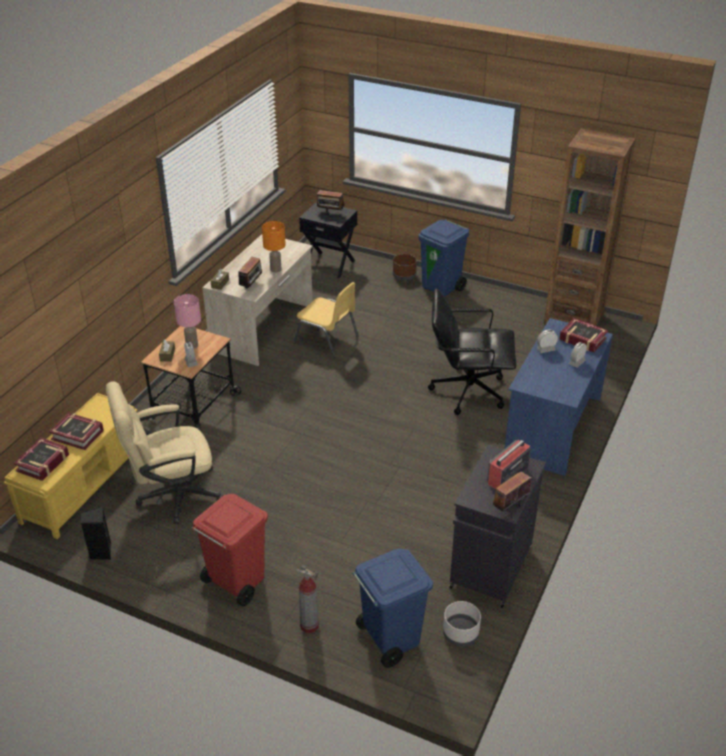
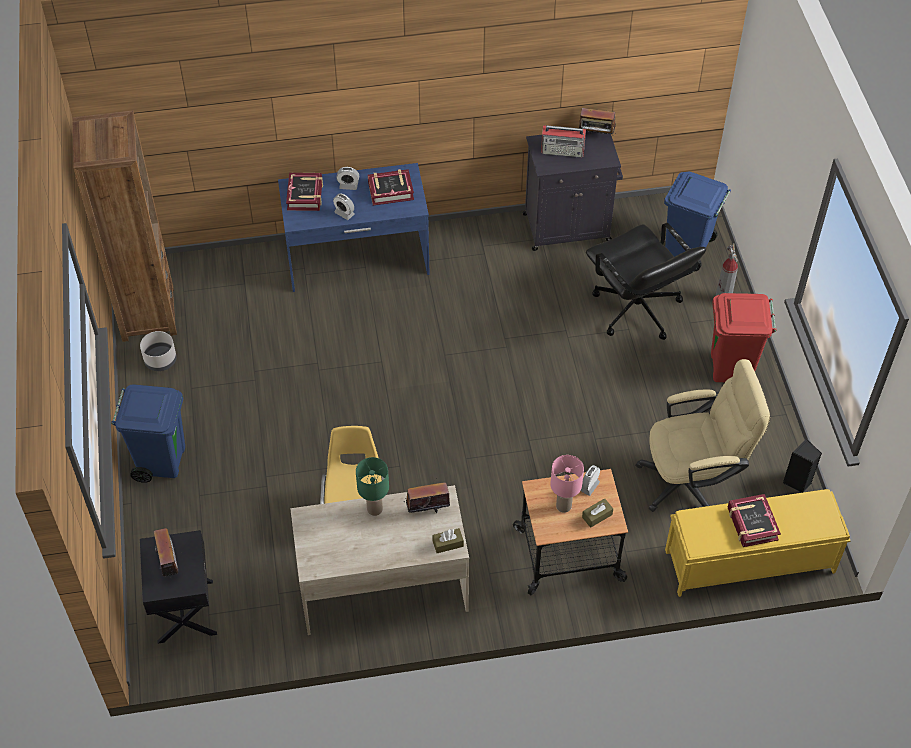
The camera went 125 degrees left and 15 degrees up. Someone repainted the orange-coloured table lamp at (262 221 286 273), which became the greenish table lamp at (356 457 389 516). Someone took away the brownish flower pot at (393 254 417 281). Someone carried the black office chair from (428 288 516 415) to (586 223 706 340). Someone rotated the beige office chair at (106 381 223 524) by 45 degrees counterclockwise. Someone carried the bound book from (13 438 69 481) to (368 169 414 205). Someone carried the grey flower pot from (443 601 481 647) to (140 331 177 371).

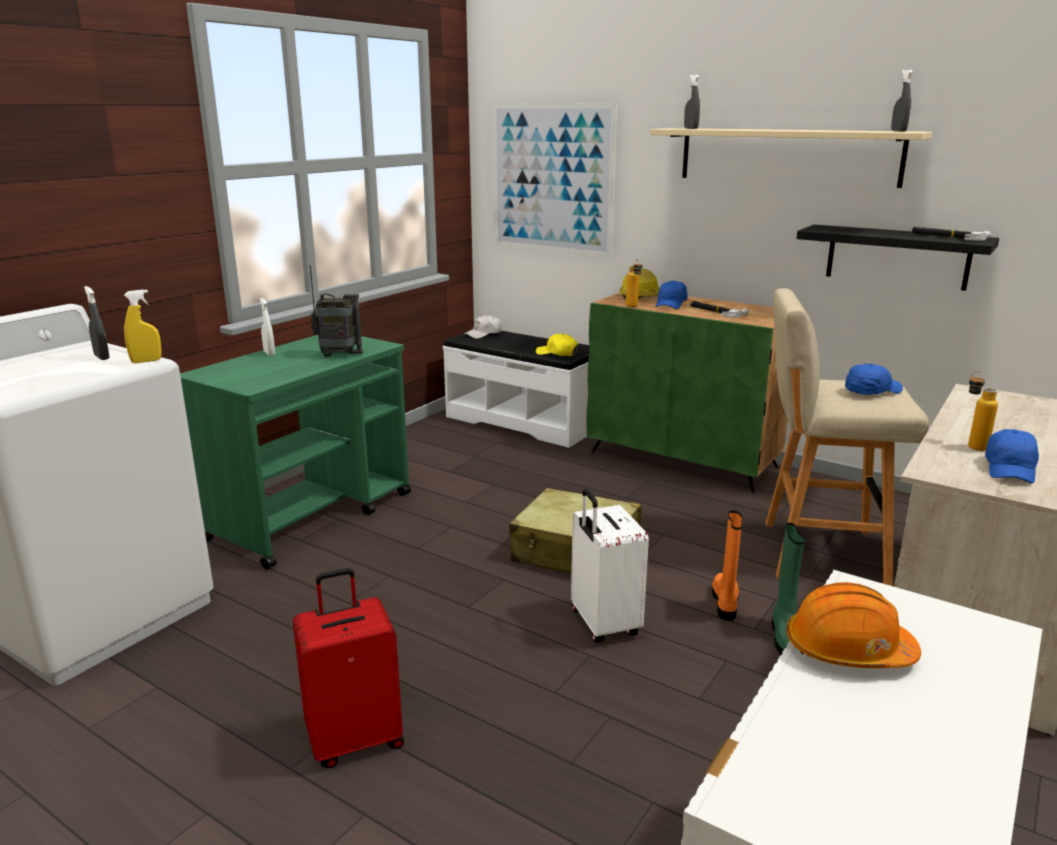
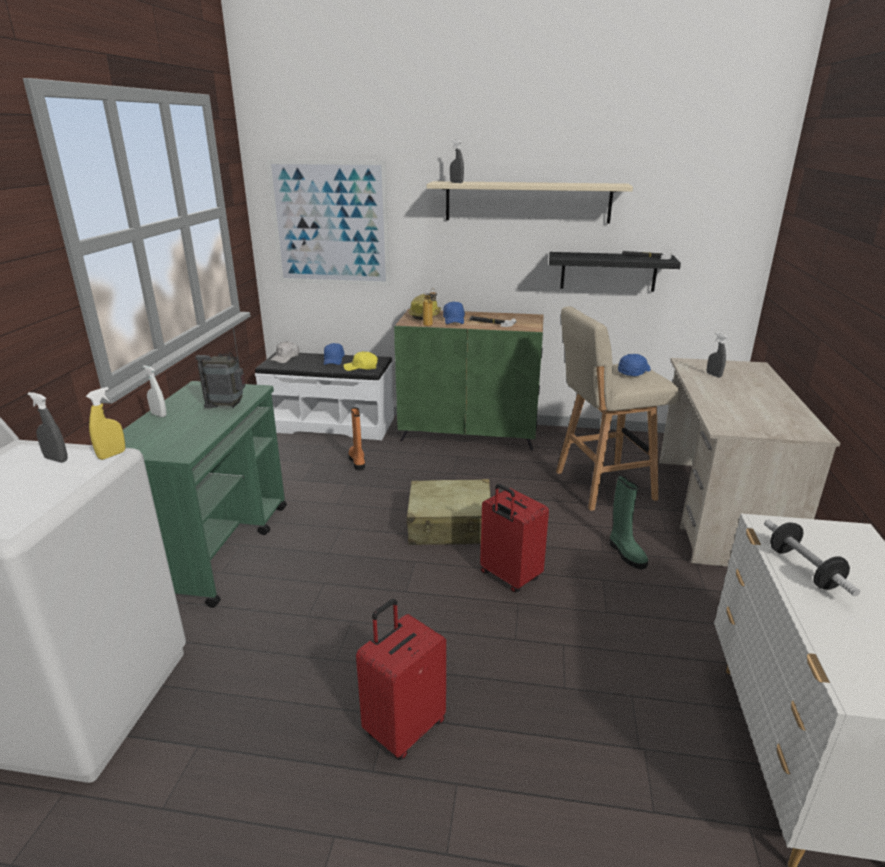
The camera went 25 degrees left and 5 degrees up. Someone carried the grey sprayer from (891 69 913 132) to (707 332 728 378). Someone rotated the radio at (310 265 363 357) by 150 degrees counterclockwise. Someone took away the bottle at (968 371 998 451). Someone carried the blue baseball cap from (985 429 1039 484) to (324 343 345 365). Someone repainted the whitish suitcase at (571 489 649 643), which became the red-coloured suitcase at (480 484 549 592). Someone carried the orange-coloured tall boot from (712 511 743 621) to (348 407 365 470). Someone swapped the orange-coloured safety helmet at (786 582 921 668) for the hand weight at (764 520 860 596).

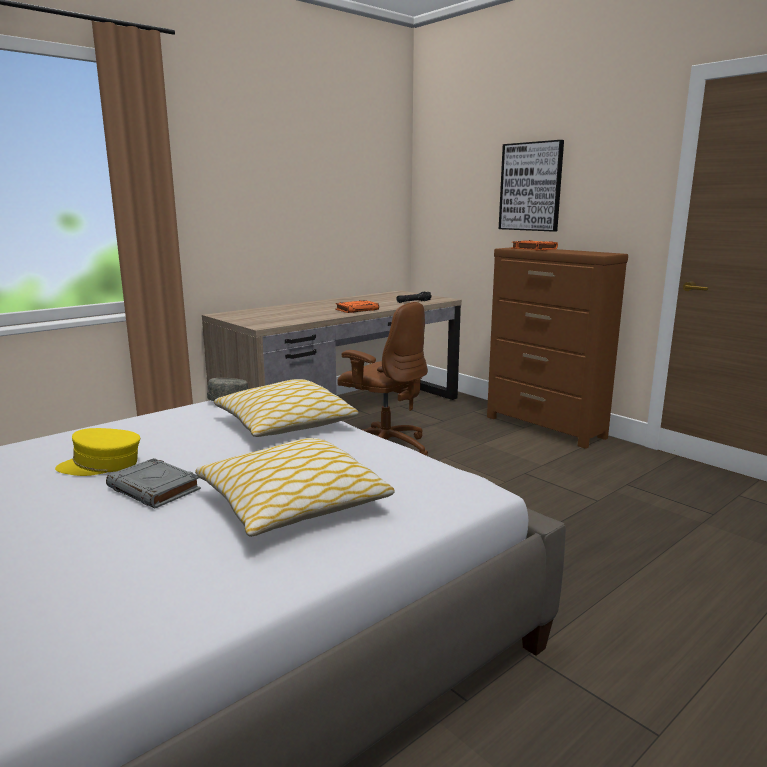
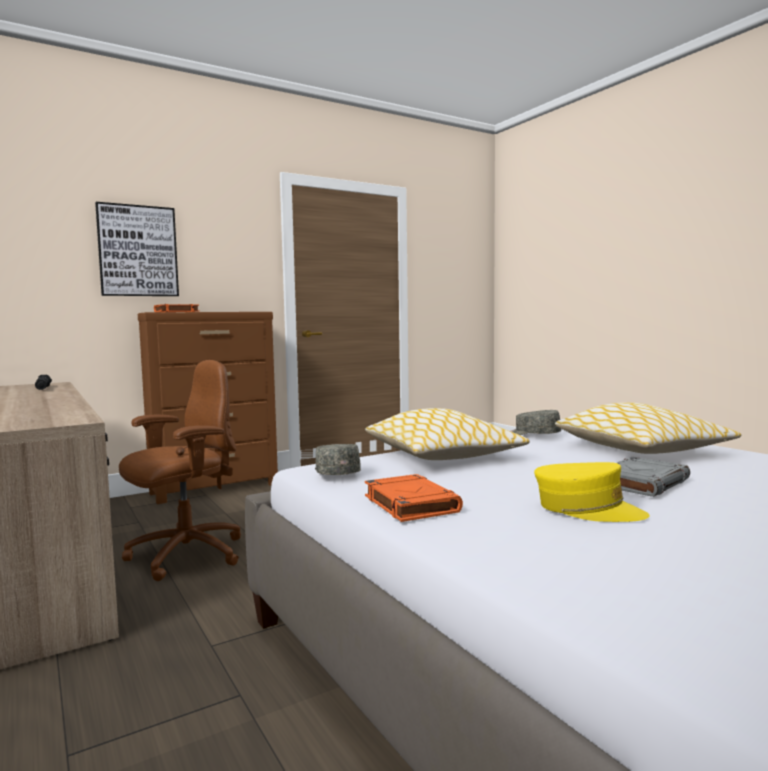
The camera went 80 degrees left and 10 degrees down. Someone carried the orange-coloured bound book from (335 300 379 313) to (365 474 463 522). Someone rotated the yellow baseball cap at (55 428 140 476) by 60 degrees counterclockwise. Someone put down the grey baseball cap at (511 410 561 435).

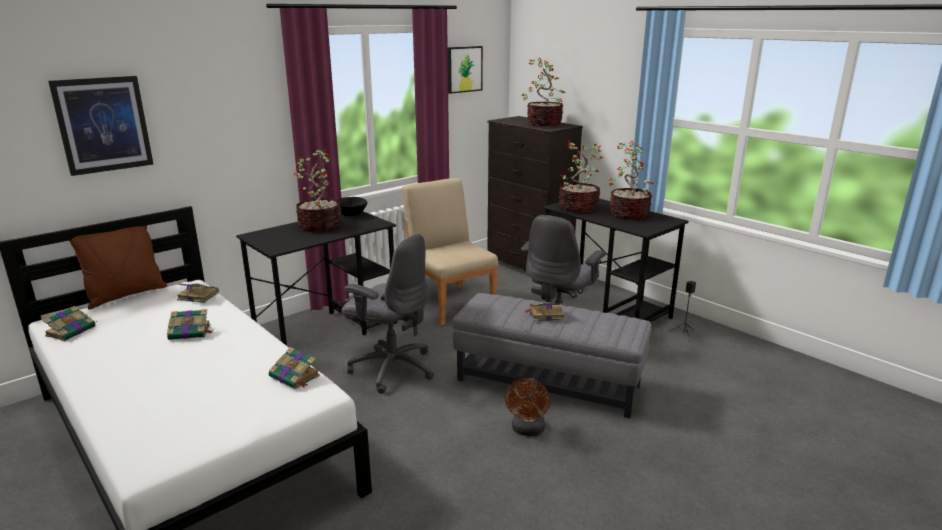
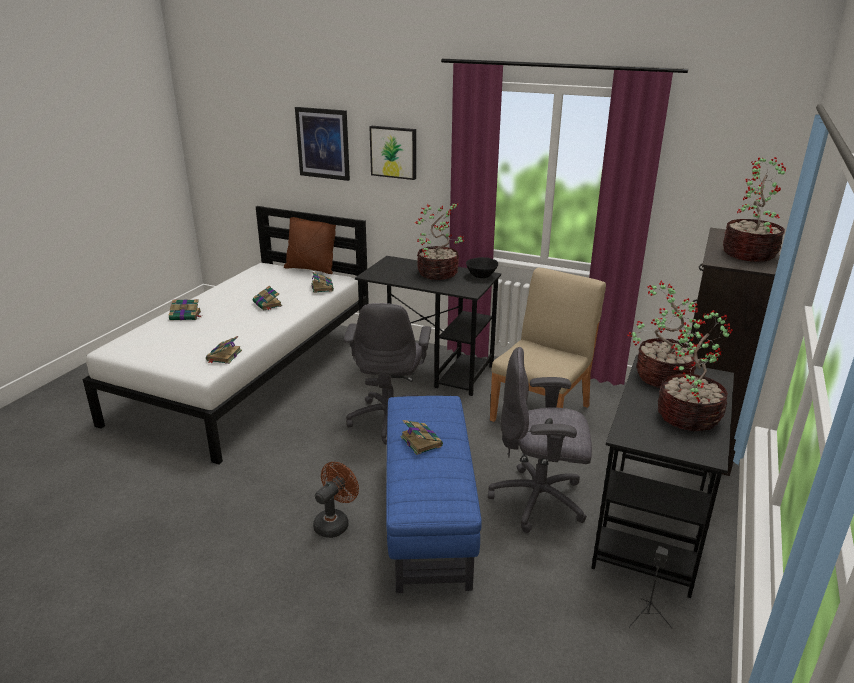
The camera went 65 degrees right and 5 degrees up. Someone carried the wall art from (448 46 483 94) to (369 126 416 180). Someone repainted the grey footrest at (452 293 652 418), which became the blue footrest at (386 396 482 593). Someone carried the bound book from (42 306 98 341) to (169 299 201 320). Someone rotated the brownish cooling fan at (505 378 550 436) by 135 degrees clockwise.

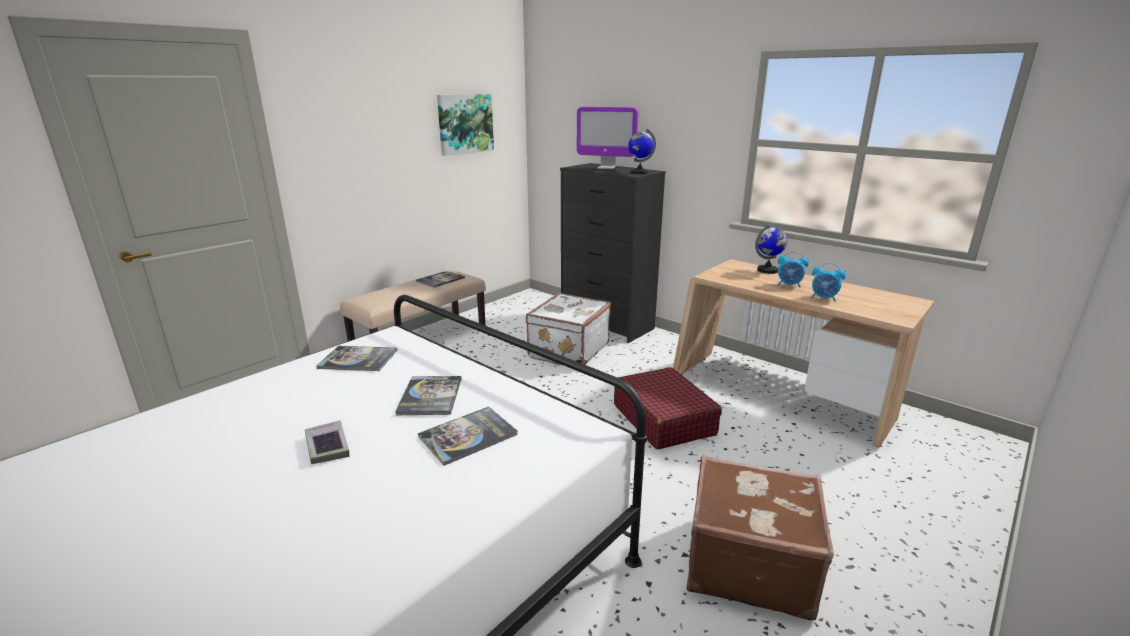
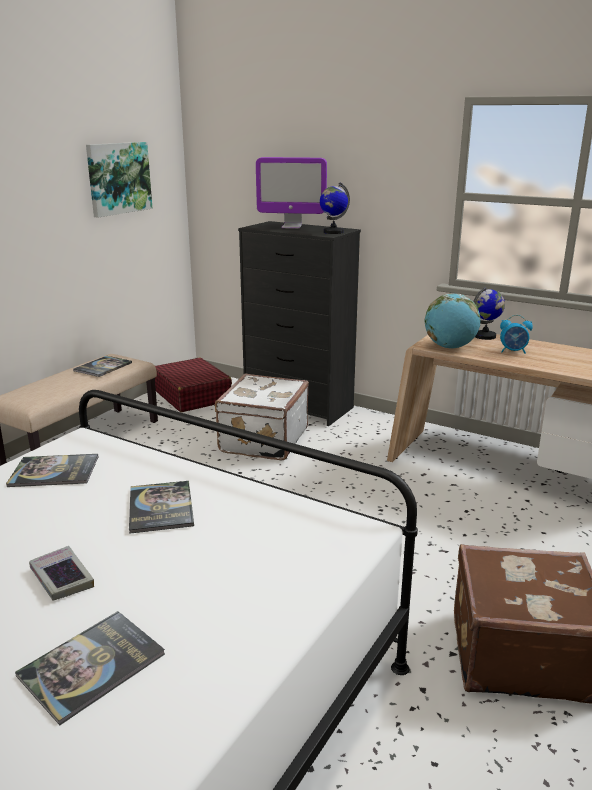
The camera went 10 degrees left and 0 degrees up. Someone took away the bedside clock at (811 263 846 302). Someone carried the red-coloured suitcase from (614 367 722 450) to (155 358 232 412). Someone carried the bound book from (418 407 518 466) to (15 611 165 725). Someone put down the desk globe at (425 294 481 348).

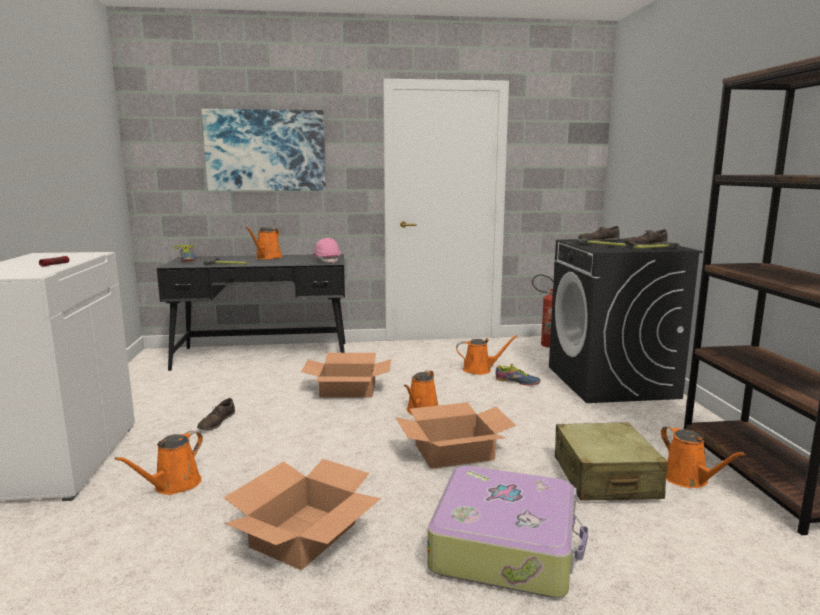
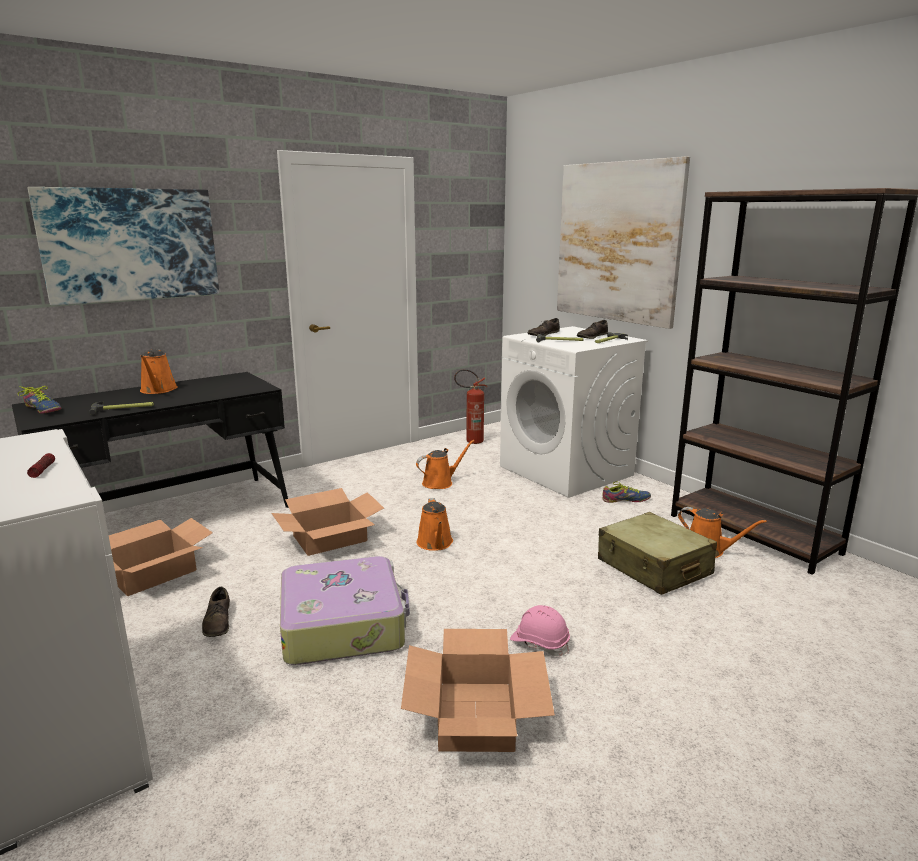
The camera went 30 degrees left and 5 degrees up. Someone carried the pinkish safety helmet from (313 238 341 263) to (510 605 570 656). Someone repainted the black laundry appliance at (549 239 703 403), which became the whitish laundry appliance at (500 326 648 498). Someone carried the item of footwear from (496 364 541 385) to (602 482 651 503). Someone carried the packing box from (395 402 516 469) to (109 518 213 596). Someone took away the orange-coloured watering pot at (114 431 203 495). Someone carried the suitcase from (427 466 588 598) to (280 556 410 665). Someone put up the wall art at (557 156 690 329).

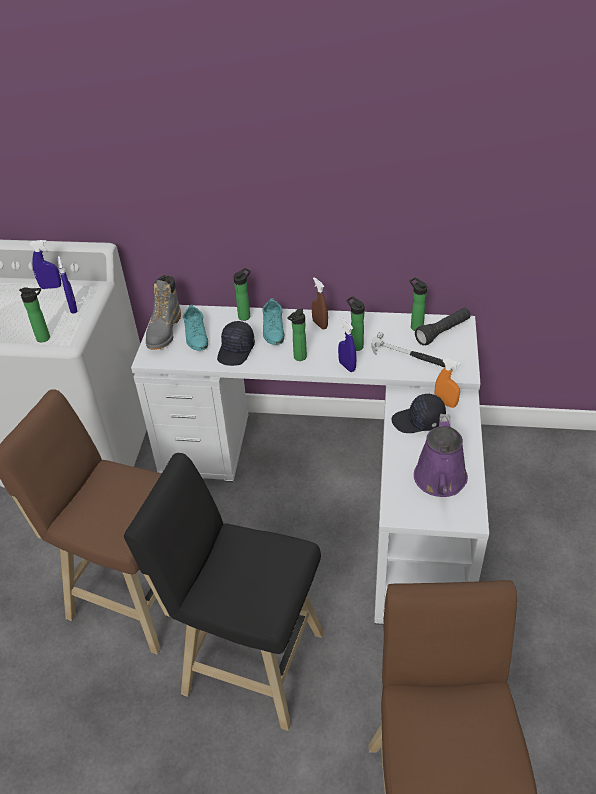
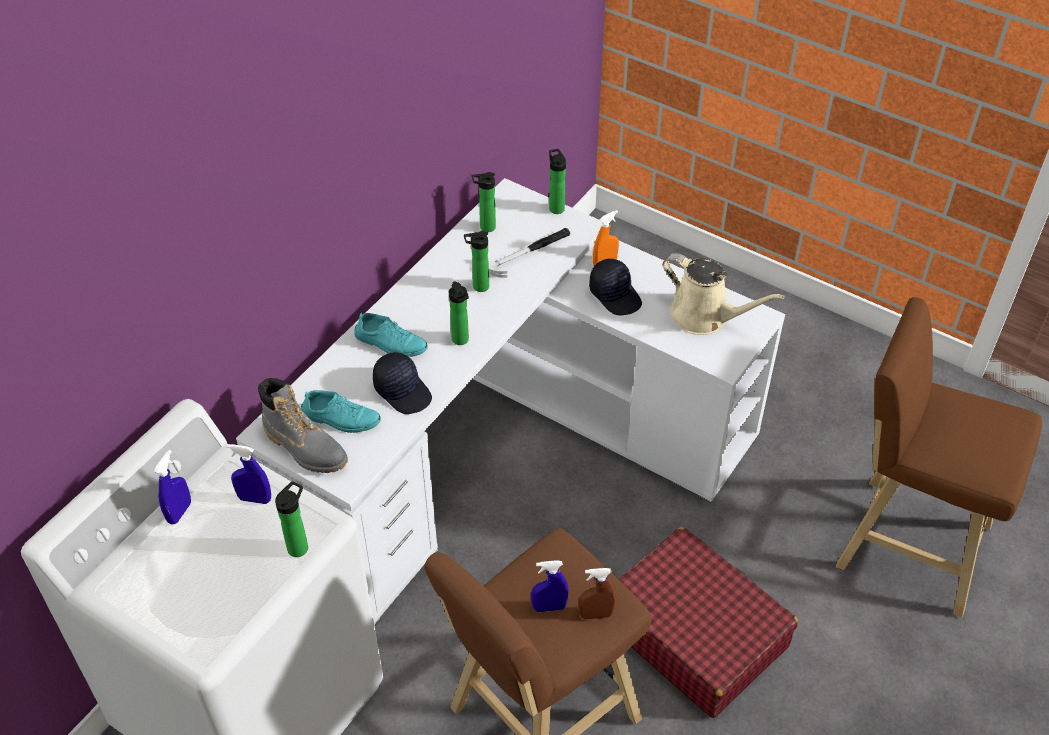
The camera went 65 degrees left and 5 degrees up. Someone carried the bottle from (234 268 251 321) to (549 149 566 214). Someone carried the brownish sprayer from (312 277 328 329) to (578 568 616 619). Someone took away the black torch at (415 308 471 345). Someone carried the blue sprayer from (338 318 356 372) to (531 560 569 612). Someone rotated the black baseball cap at (392 393 446 433) by 60 degrees counterclockwise. Someone repainted the purple watering pot at (414 414 468 497), which became the beige watering pot at (663 253 785 335). Someone swapped the black stool at (124 453 324 731) for the red-coloured suitcase at (618 527 798 718).

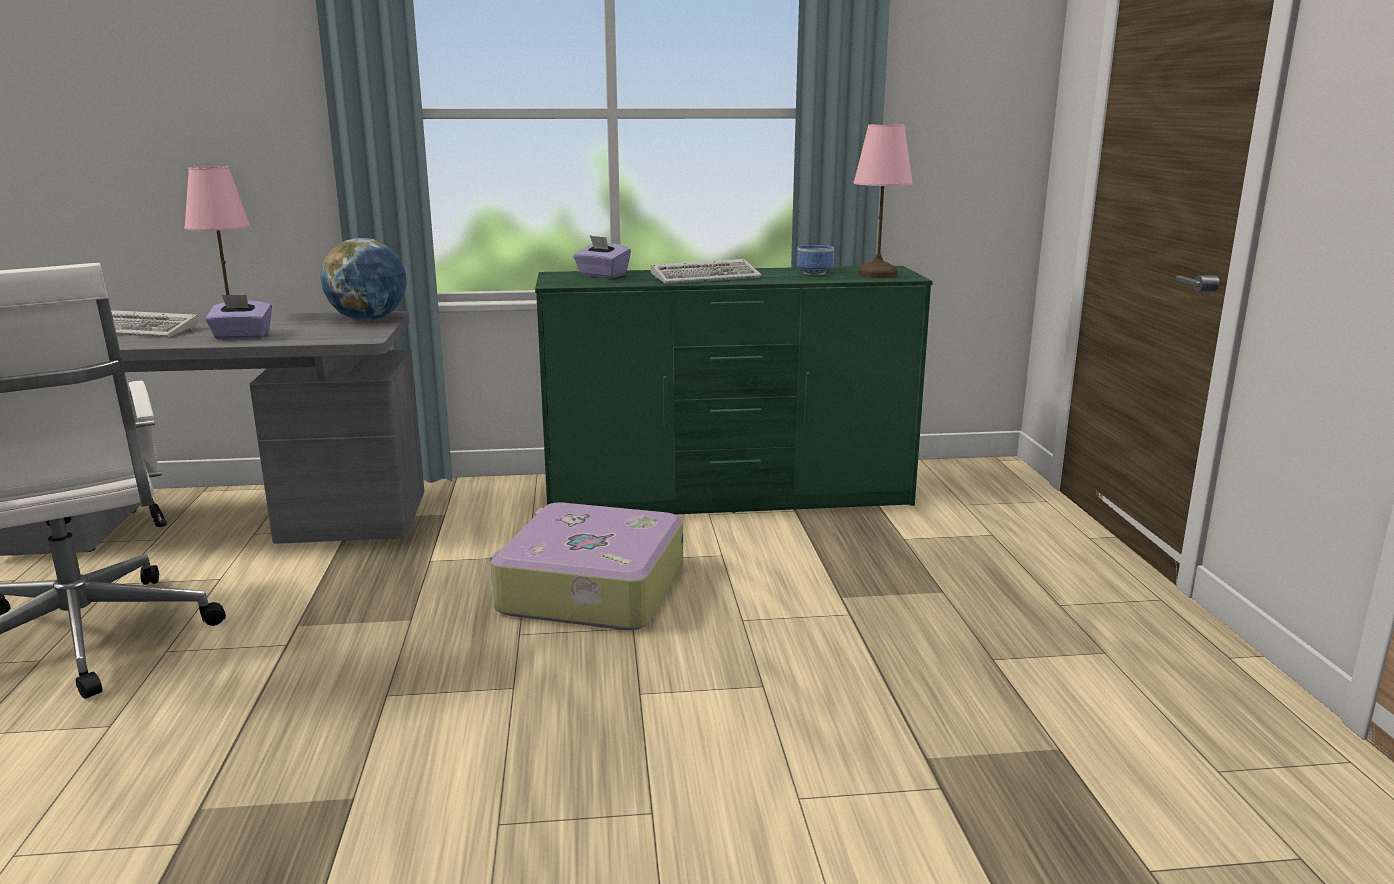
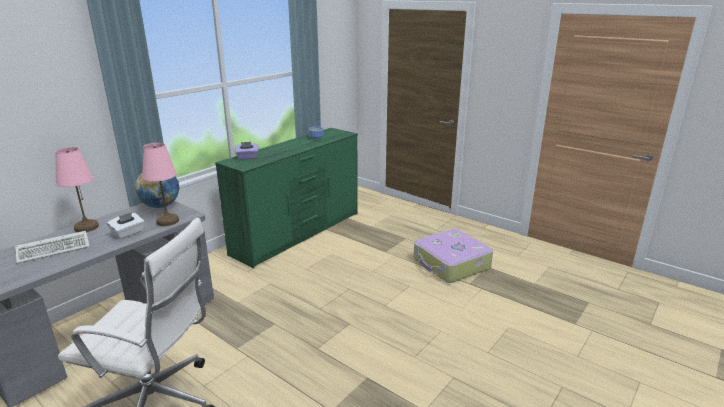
The camera went 45 degrees left and 5 degrees up. Someone carried the pinkish table lamp from (854 124 913 278) to (142 143 179 226). Someone took away the PC keyboard at (650 259 762 284). Someone repainted the purple tissue holder at (205 295 272 340), which became the whitish tissue holder at (107 212 144 239). Someone carried the suitcase from (490 502 683 630) to (414 229 493 283).

